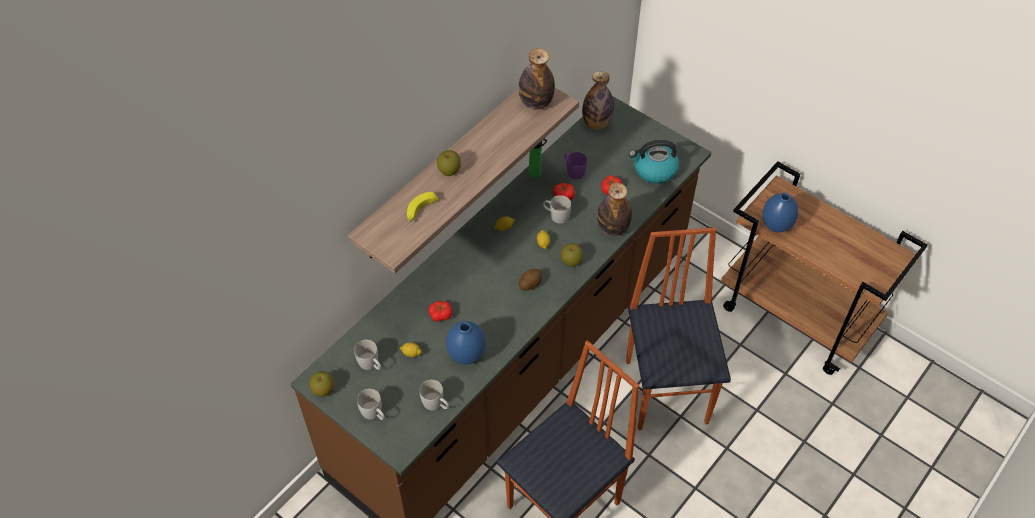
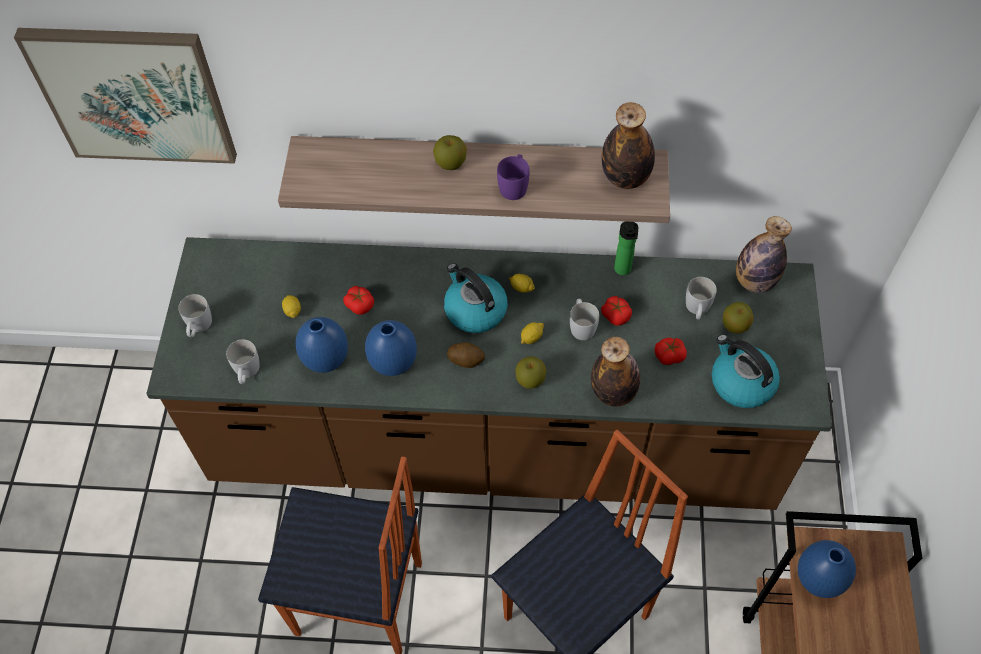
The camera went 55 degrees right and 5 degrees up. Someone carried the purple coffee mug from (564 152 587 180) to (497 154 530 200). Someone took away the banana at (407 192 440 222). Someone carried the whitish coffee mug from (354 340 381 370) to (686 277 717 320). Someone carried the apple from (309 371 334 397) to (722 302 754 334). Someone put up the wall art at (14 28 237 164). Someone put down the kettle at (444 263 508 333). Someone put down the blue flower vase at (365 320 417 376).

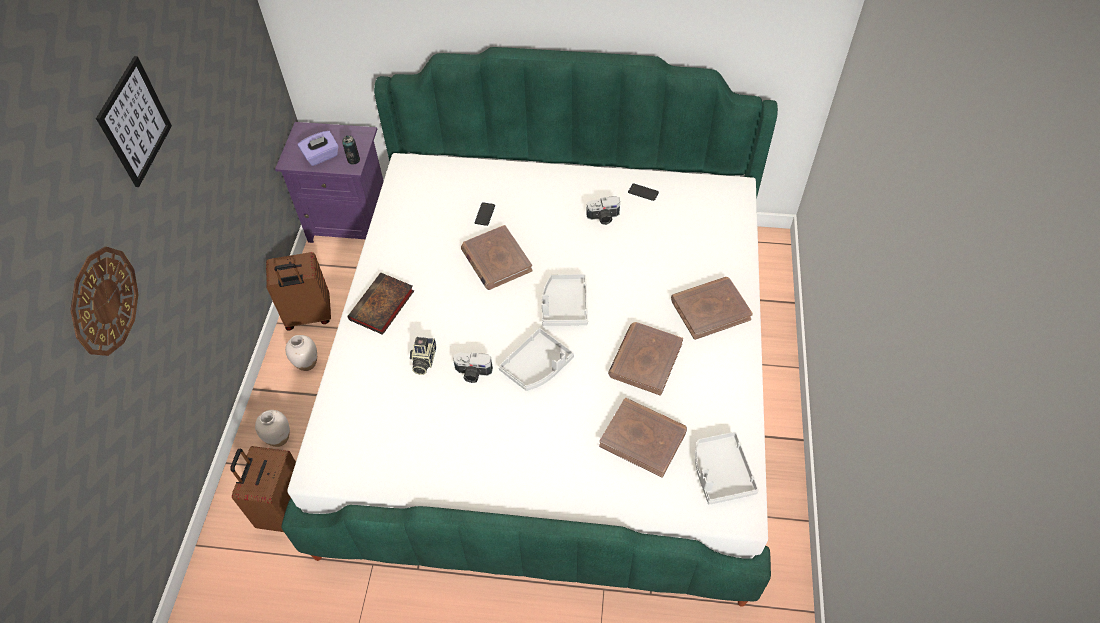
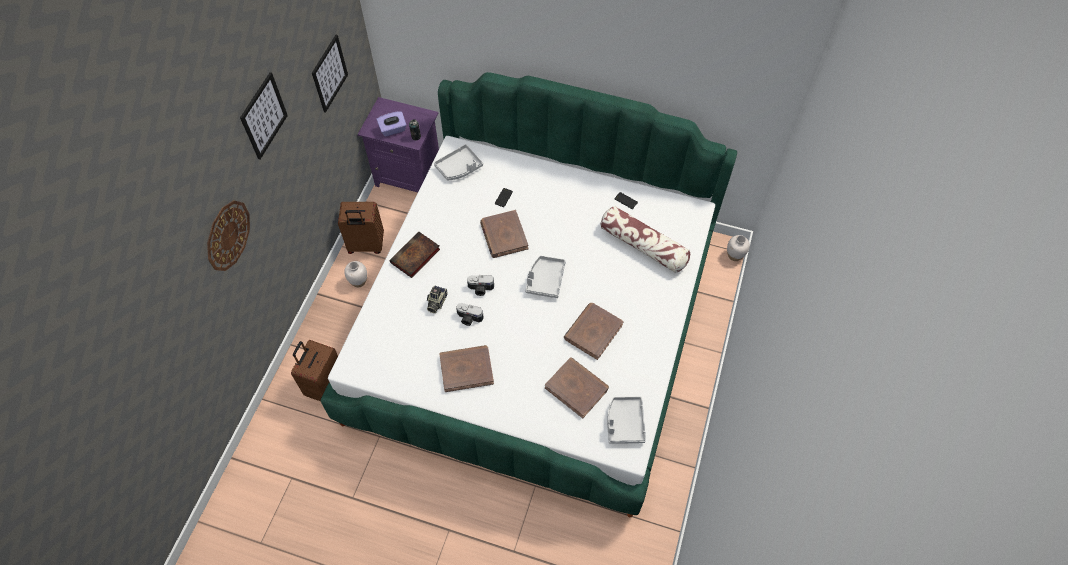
The camera went 10 degrees right and 5 degrees up. Someone carried the still camera from (586 196 620 225) to (467 275 494 296). Someone carried the brownish bound book from (671 277 753 340) to (439 345 494 392). Someone carried the grey carrying tray from (499 328 574 391) to (434 144 483 180). Someone carried the whitish flower vase from (255 410 290 447) to (727 235 750 261). Someone put up the wall art at (312 35 348 113). Someone put down the throw pillow at (601 206 690 273).

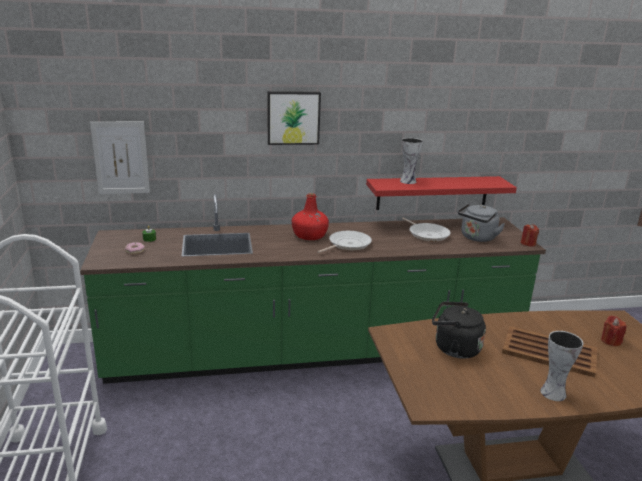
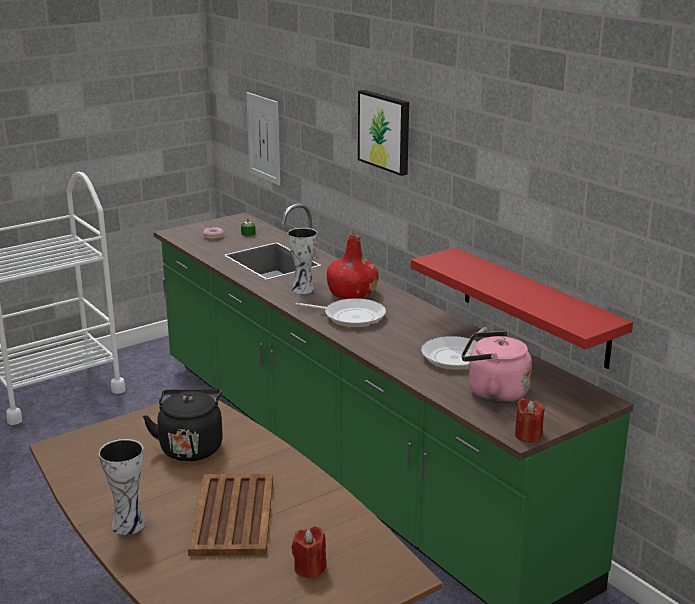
The camera went 65 degrees right and 0 degrees up. Someone carried the flower vase from (400 138 423 184) to (287 228 317 294). Someone repainted the grey kettle at (458 203 505 242), which became the pinkish kettle at (461 331 532 403).

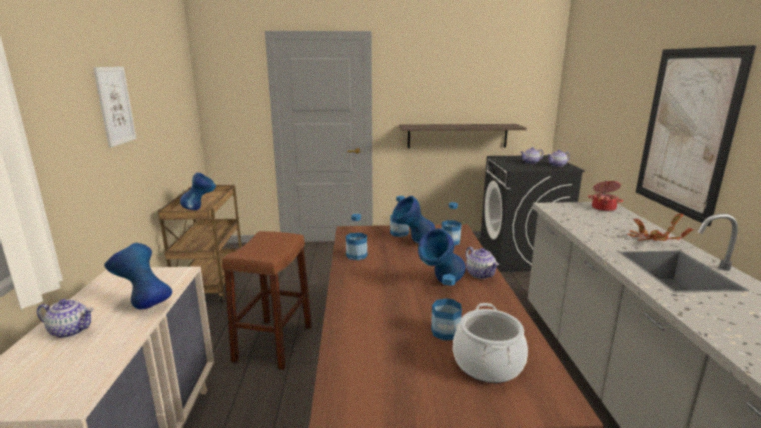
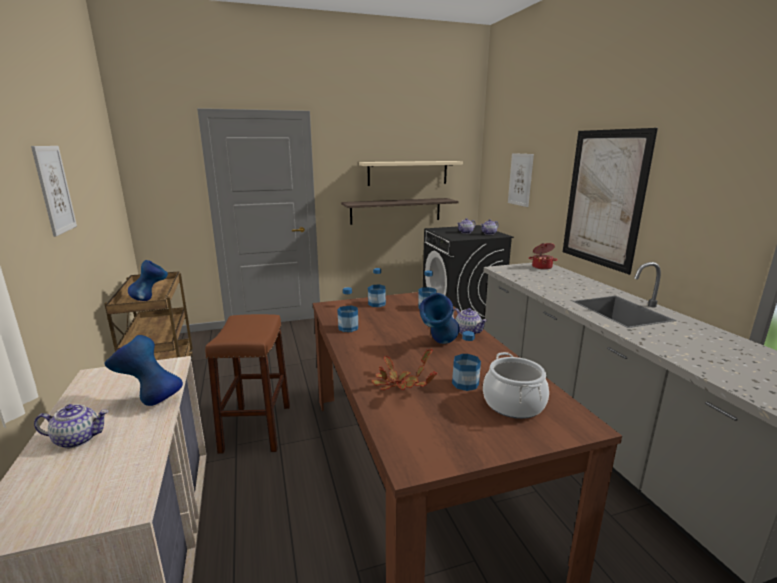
The camera went 15 degrees left and 0 degrees up. Someone took away the blue flower vase at (392 196 435 244). Someone carried the plant in a pot from (628 213 693 241) to (372 349 437 390). Someone put up the wall art at (508 153 534 207). Someone put up the beige bracket shelf at (359 161 463 186).

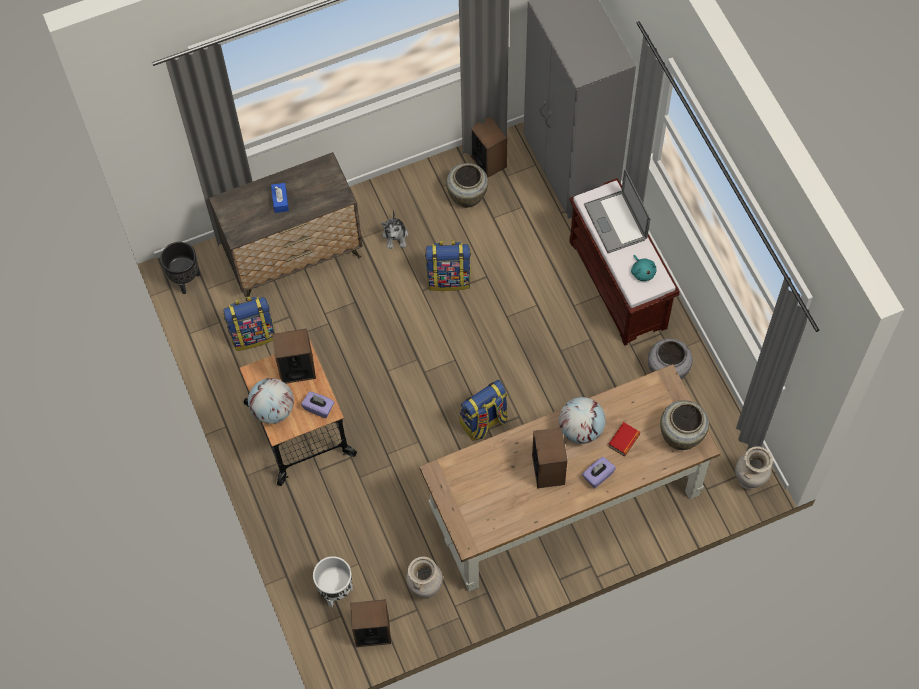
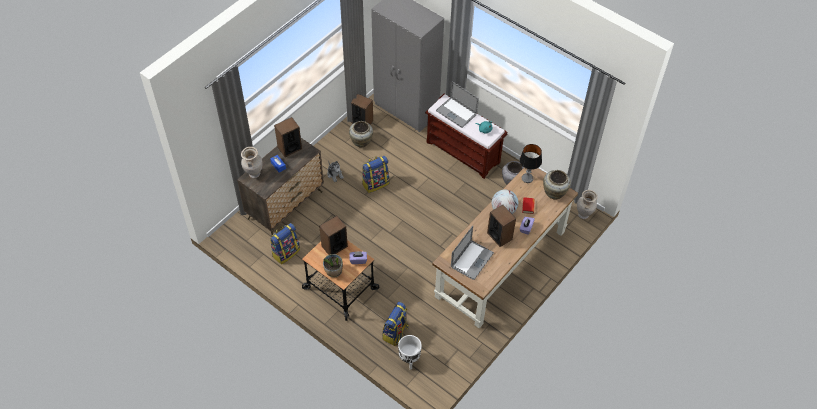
The camera went 30 degrees left and 10 degrees down. Someone took away the black flower pot at (160 242 200 294). Someone swapped the desk globe at (248 378 294 424) for the plant in a pot at (323 254 343 278). Someone carried the backpack from (460 380 508 441) to (382 302 409 346). Someone carried the beige flower vase from (406 557 443 598) to (241 147 263 178). Someone carried the loudspeaker from (350 599 391 647) to (274 117 302 157). Someone put down the table lamp at (519 144 542 183). Someone put down the notebook computer at (451 225 494 280).

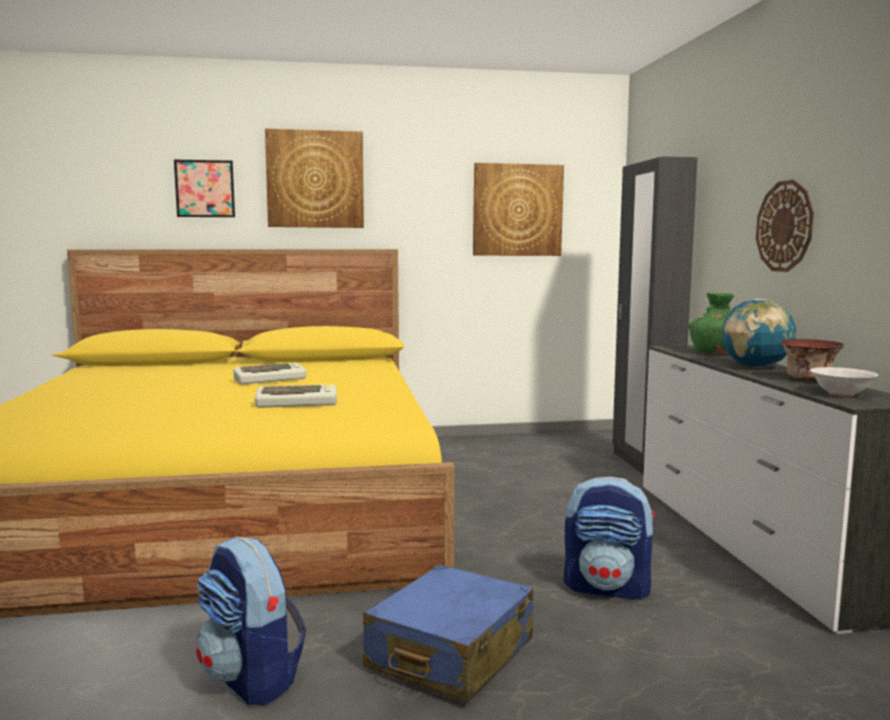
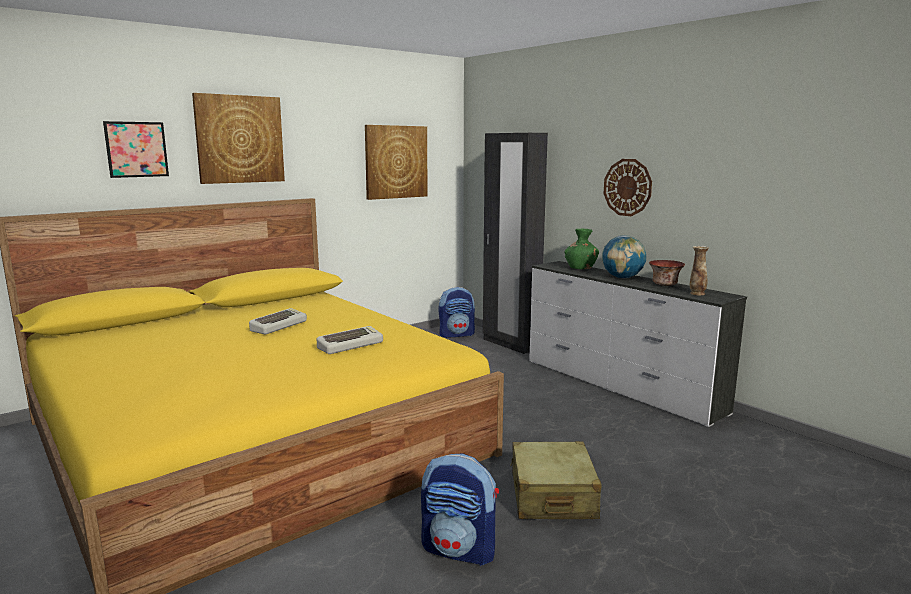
The camera went 30 degrees left and 5 degrees up. Someone swapped the whitish bowl at (810 367 878 396) for the flower vase at (690 246 709 295). Someone carried the backpack from (564 477 656 600) to (439 287 475 338). Someone repainted the blue suitcase at (363 565 533 703), which became the beige suitcase at (510 441 601 519).

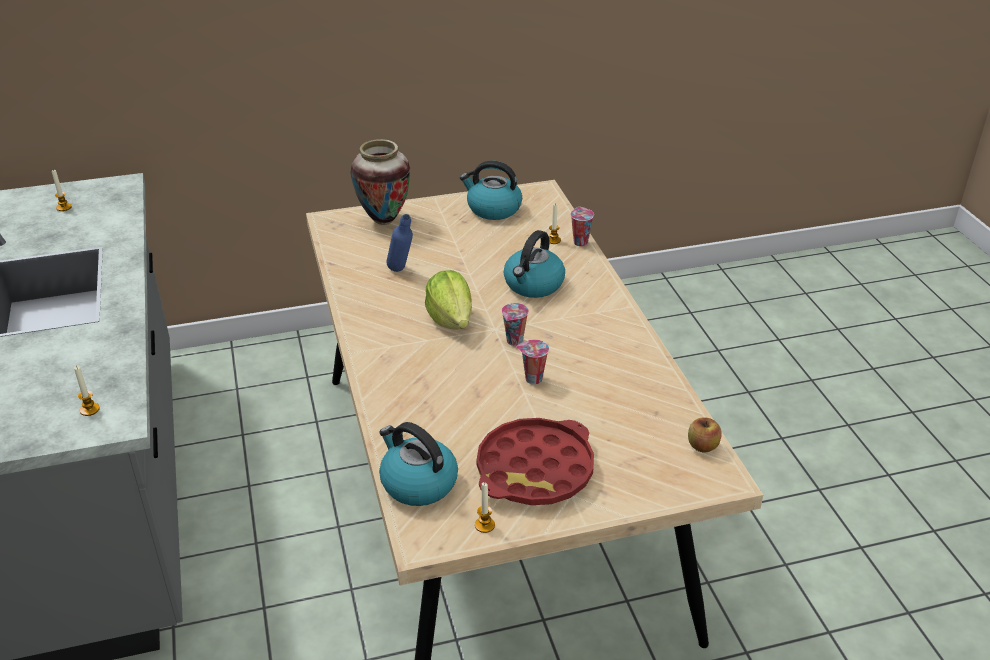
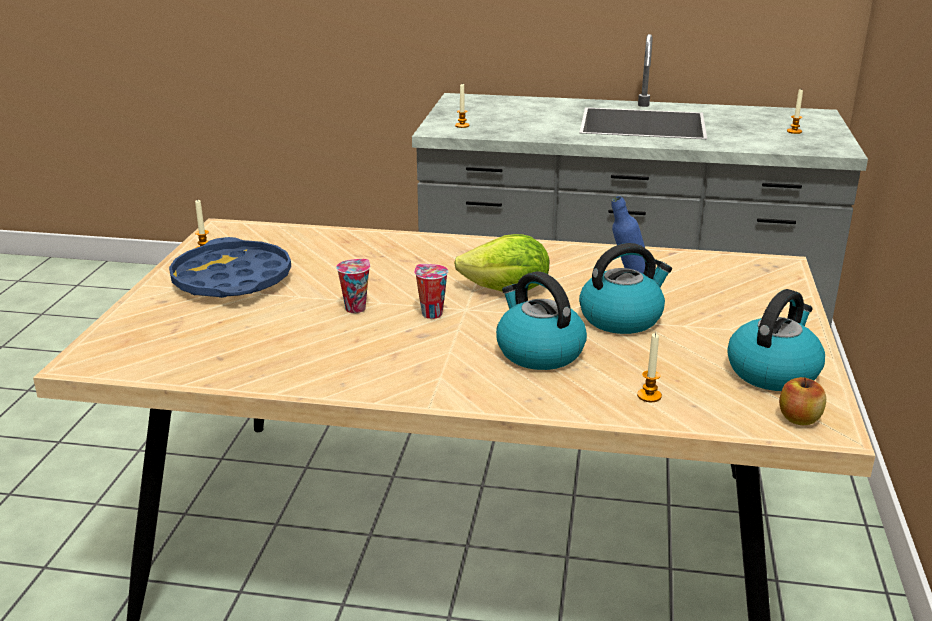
The camera went 115 degrees right and 10 degrees down. Someone took away the flower vase at (350 139 410 225). Someone took away the small cup at (571 207 594 246). Someone carried the apple from (688 417 722 452) to (779 377 826 425). Someone repainted the red-coloured carrying tray at (477 418 594 505), which became the blue carrying tray at (169 237 291 298). Someone carried the kettle from (379 422 458 506) to (579 243 672 334).

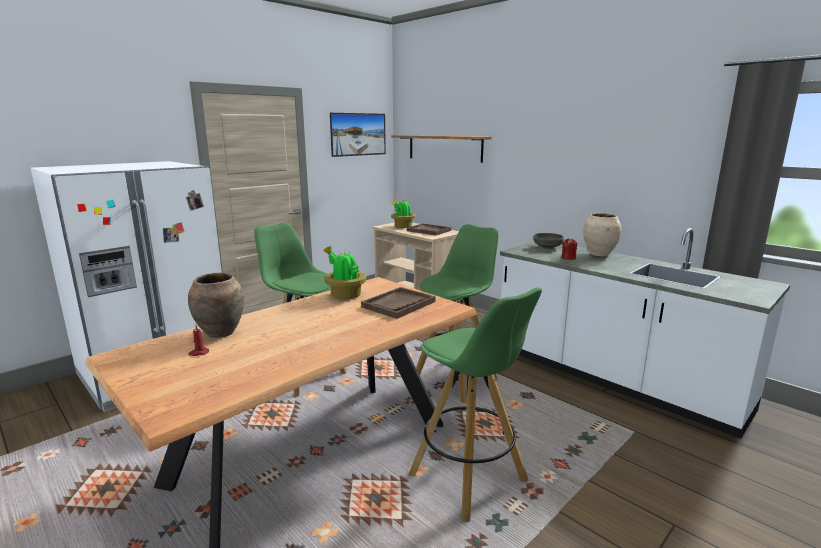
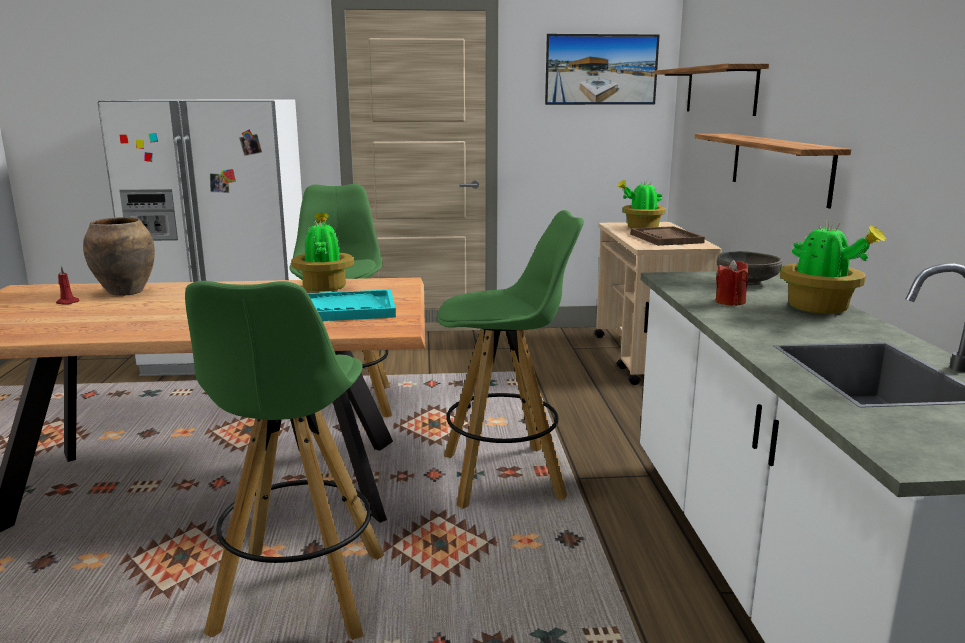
The camera went 40 degrees right and 0 degrees up. Someone swapped the beige flower vase at (583 213 621 256) for the plant in a pot at (780 222 886 314). Someone repainted the brownish carrying tray at (361 287 436 319), which became the turquoise carrying tray at (308 289 396 321). Someone put up the bracket shelf at (694 134 851 209).

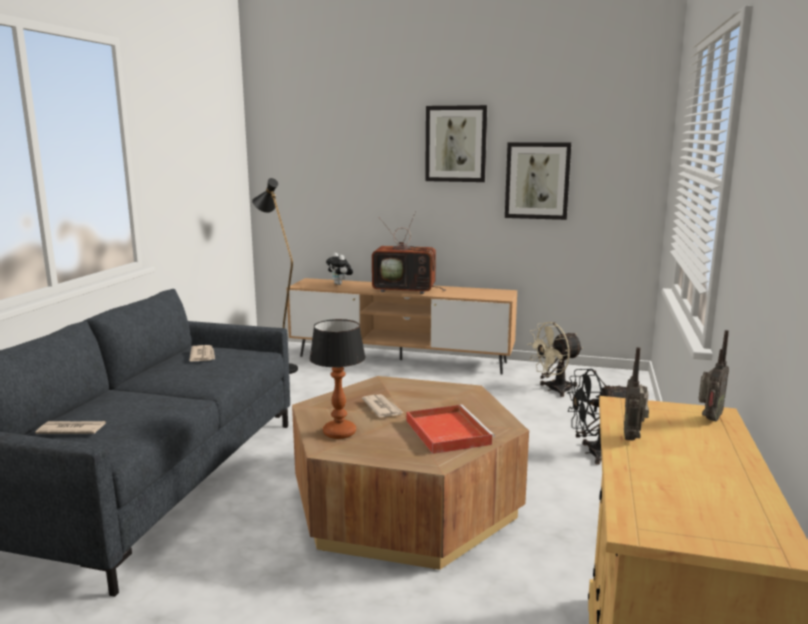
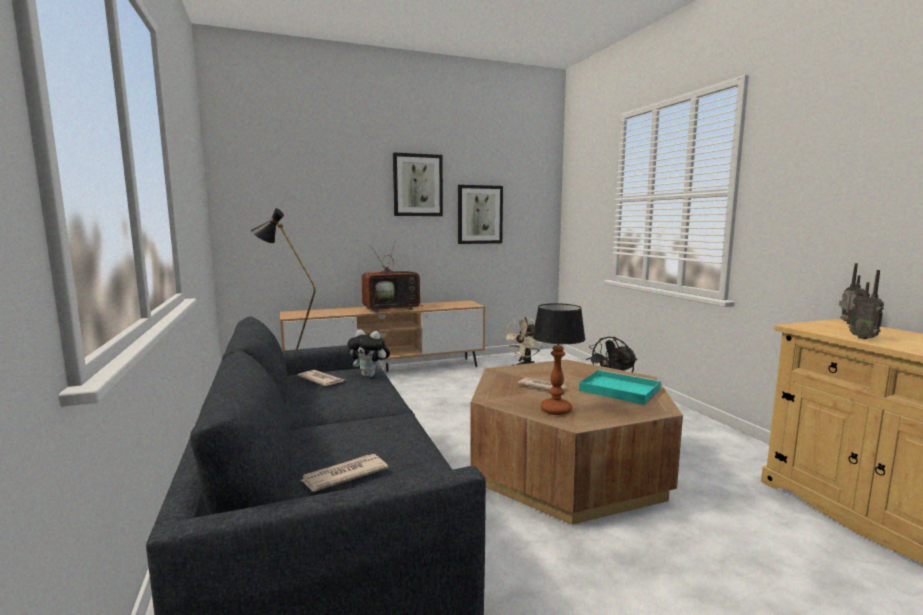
The camera went 35 degrees left and 5 degrees down. Someone carried the plush toy from (326 253 353 285) to (347 329 390 377). Someone repainted the red-coloured carrying tray at (407 405 495 454), which became the turquoise carrying tray at (579 370 661 405).

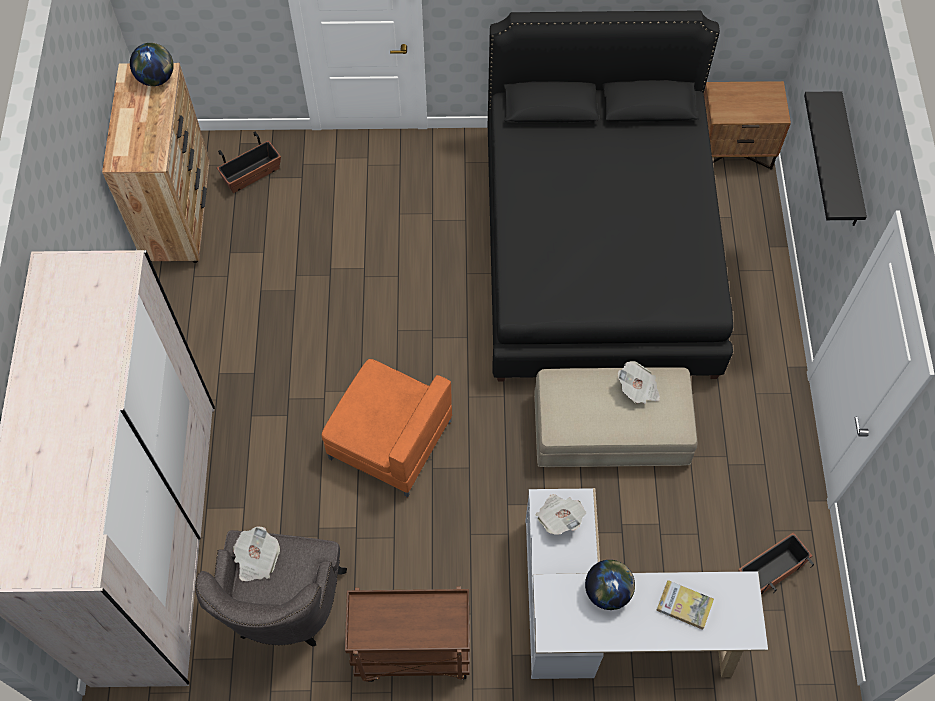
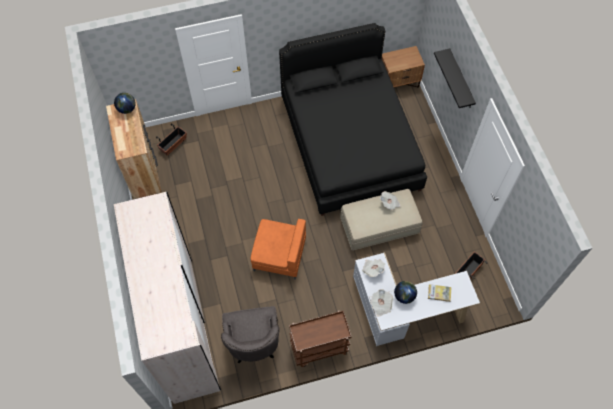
The camera went 15 degrees left and 0 degrees up. Someone carried the daily paper from (233 526 280 581) to (370 289 393 317).

